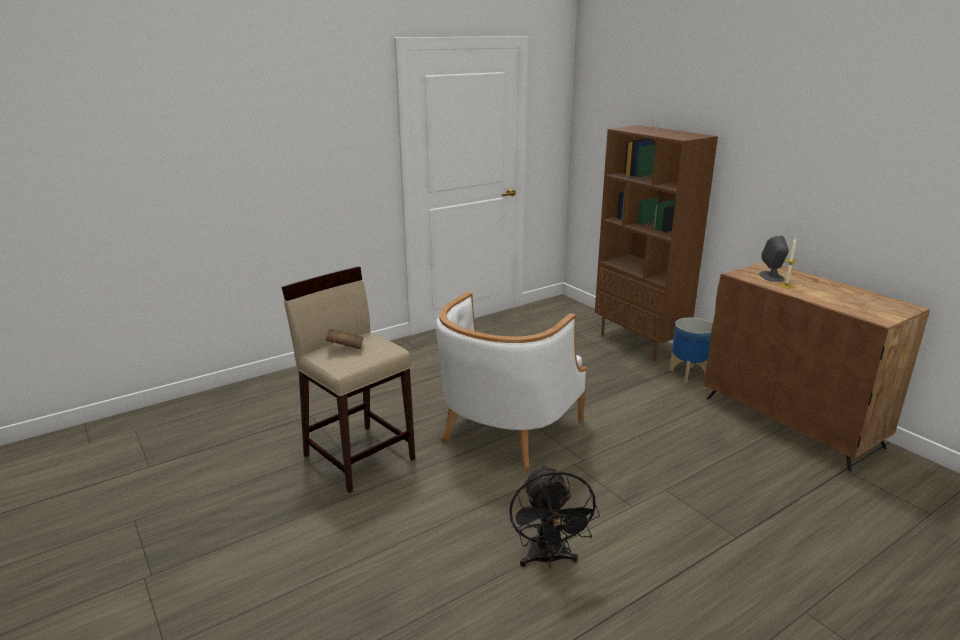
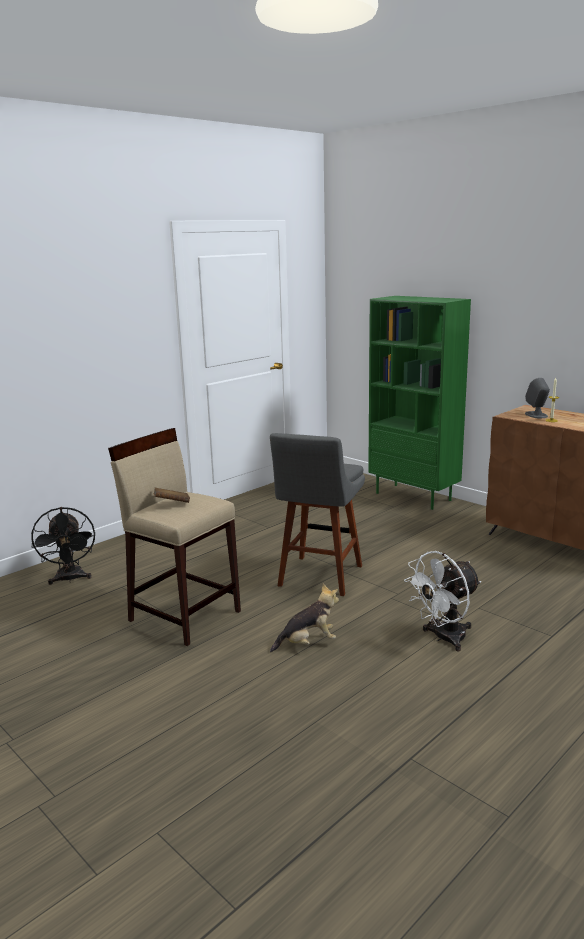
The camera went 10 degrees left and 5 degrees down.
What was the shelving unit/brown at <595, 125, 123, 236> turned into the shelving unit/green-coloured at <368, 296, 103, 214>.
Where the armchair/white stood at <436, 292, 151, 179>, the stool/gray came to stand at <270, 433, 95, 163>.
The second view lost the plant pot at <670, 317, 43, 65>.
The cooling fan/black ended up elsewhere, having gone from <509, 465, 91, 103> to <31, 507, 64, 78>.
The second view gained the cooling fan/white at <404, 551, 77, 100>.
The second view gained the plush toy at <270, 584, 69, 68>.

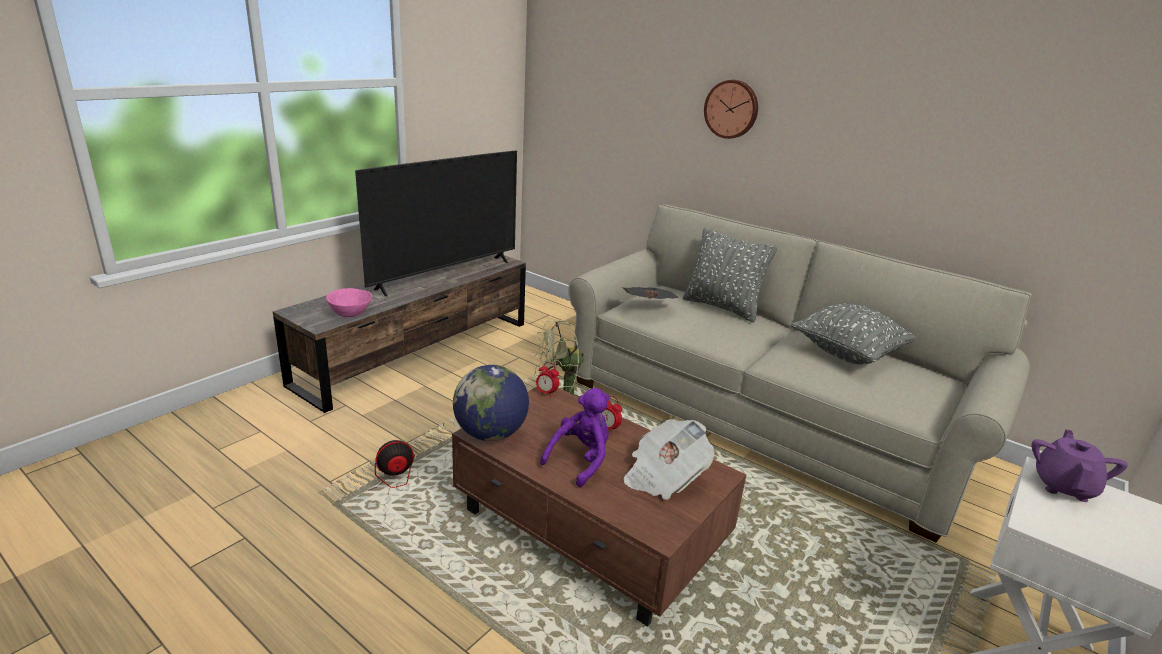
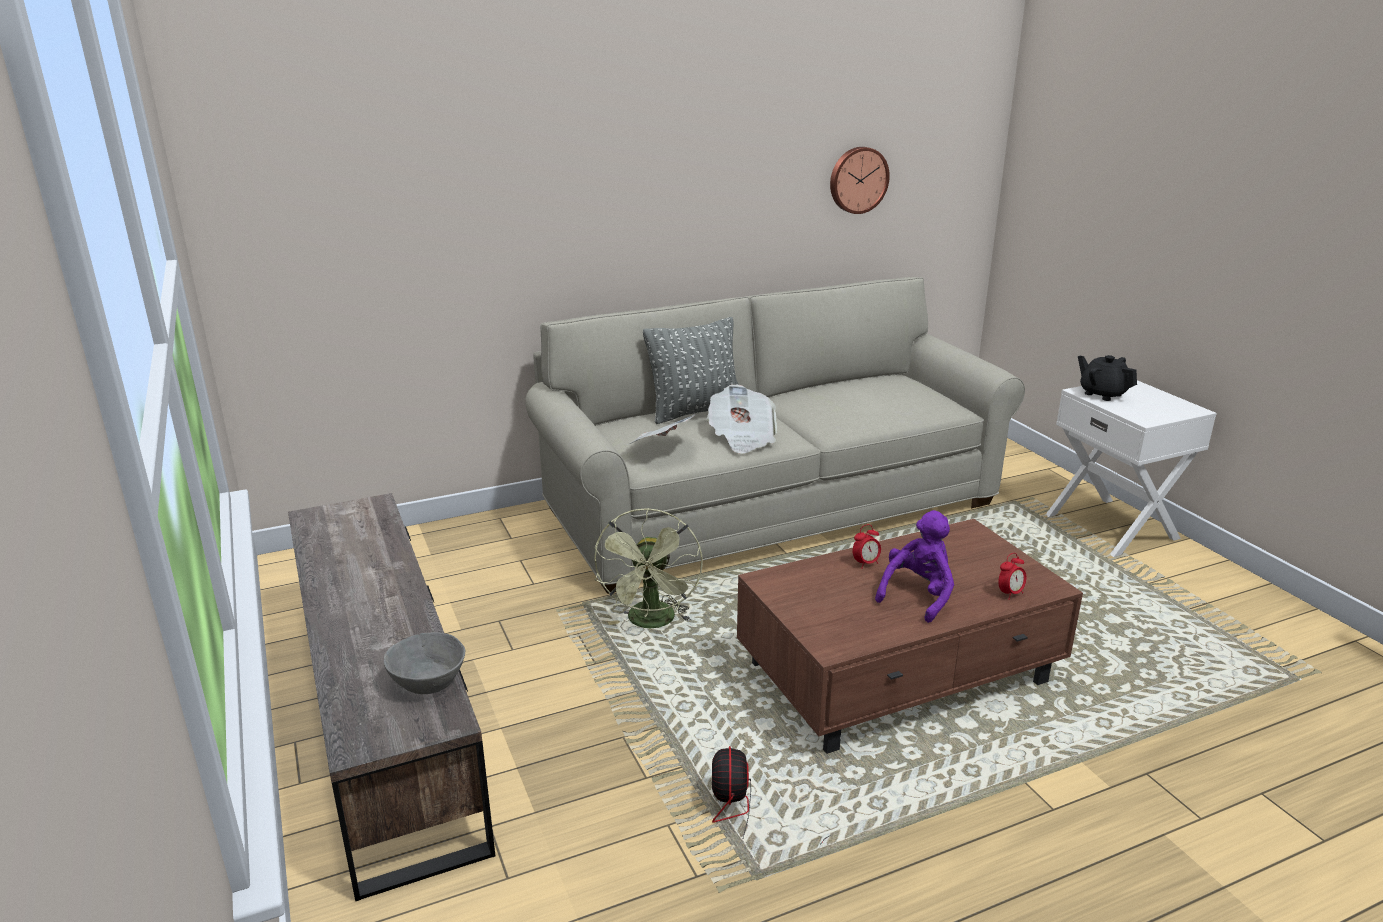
The camera went 60 degrees left and 0 degrees up.
The hanging clock ended up elsewhere, having gone from <704, 80, 54, 59> to <830, 147, 60, 67>.
The second view lost the TV at <355, 150, 162, 146>.
What was the deep dish/pink-coloured at <326, 288, 46, 29> turned into the deep dish/gray at <384, 632, 81, 62>.
The second view lost the throw pillow/gray at <791, 303, 125, 61>.
The bedside clock ended up elsewhere, having gone from <536, 362, 23, 36> to <998, 553, 28, 47>.
The second view lost the desk globe at <453, 365, 76, 76>.
The plush toy/purple at <540, 388, 70, 99> ended up facing another way, 60 degrees clockwise from before.
The newspaper ended up elsewhere, having gone from <623, 419, 91, 81> to <707, 385, 70, 69>.
What was the pot for tea/purple at <1031, 429, 97, 73> turned into the pot for tea/black at <1078, 355, 59, 46>.

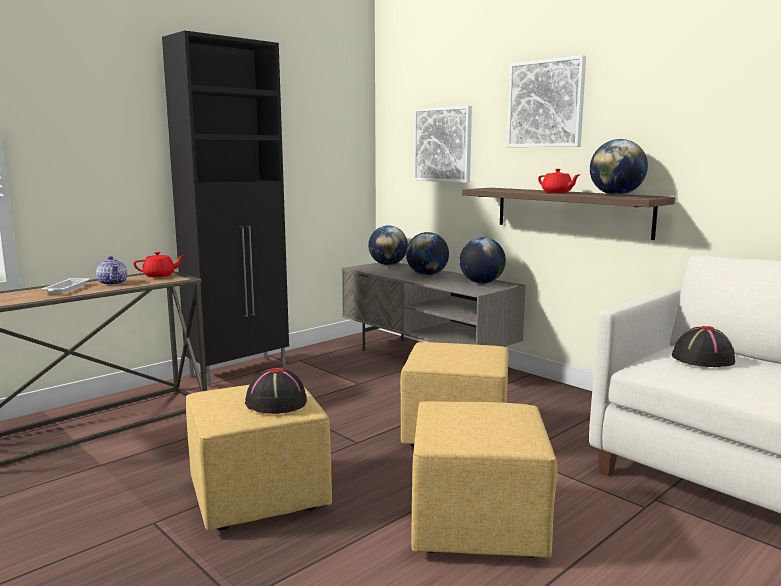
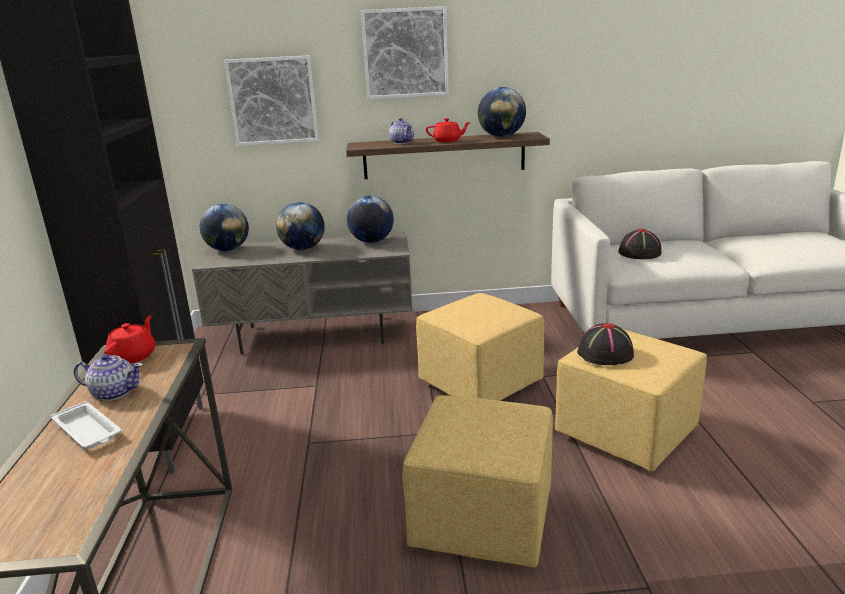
The camera went 50 degrees left and 10 degrees up.
The wearable hat/black ended up elsewhere, having gone from <245, 368, 62, 46> to <577, 323, 57, 42>.
The second view gained the pot for tea at <389, 118, 25, 26>.

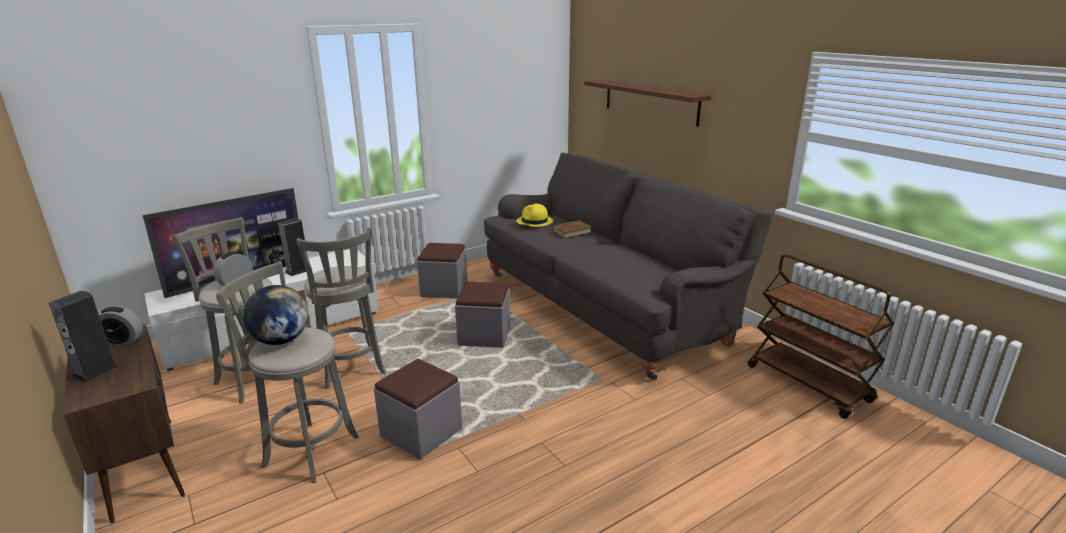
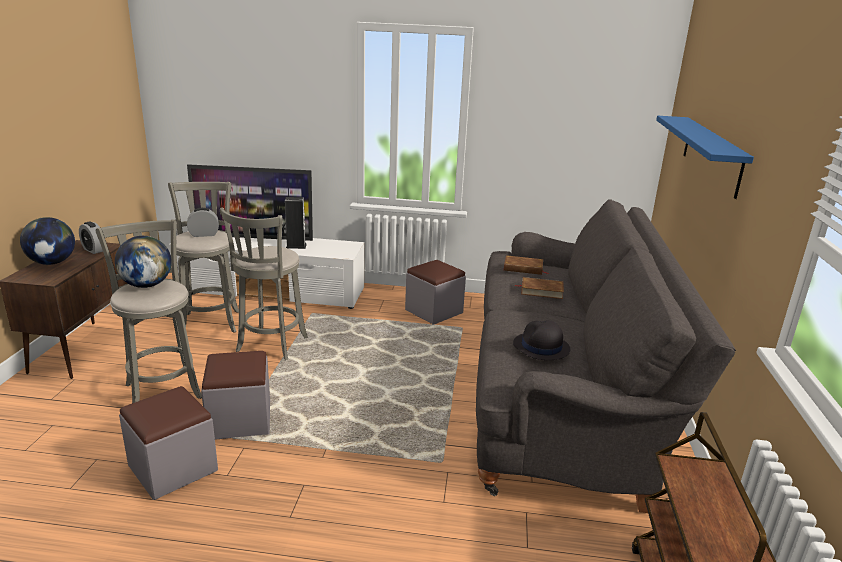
The camera went 40 degrees right and 0 degrees up.
What was the wall shelf/brown at <584, 80, 127, 46> turned into the wall shelf/blue-coloured at <656, 116, 98, 83>.
Where the wearable hat/yellowish stood at <517, 203, 36, 24>, the bound book/brown came to stand at <504, 255, 45, 20>.
The ottoman/gray ended up elsewhere, having gone from <455, 282, 55, 66> to <119, 386, 99, 114>.
Where the speaker stood at <49, 290, 69, 93>, the desk globe came to stand at <20, 217, 55, 48>.
The second view gained the wearable hat/black at <513, 320, 57, 40>.

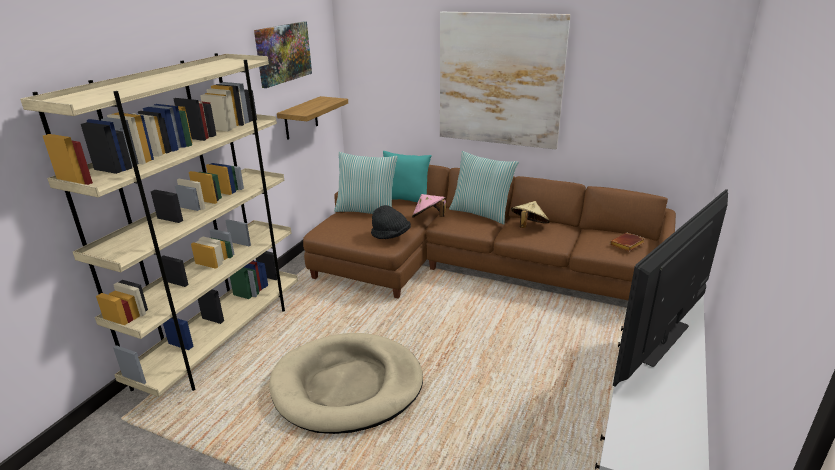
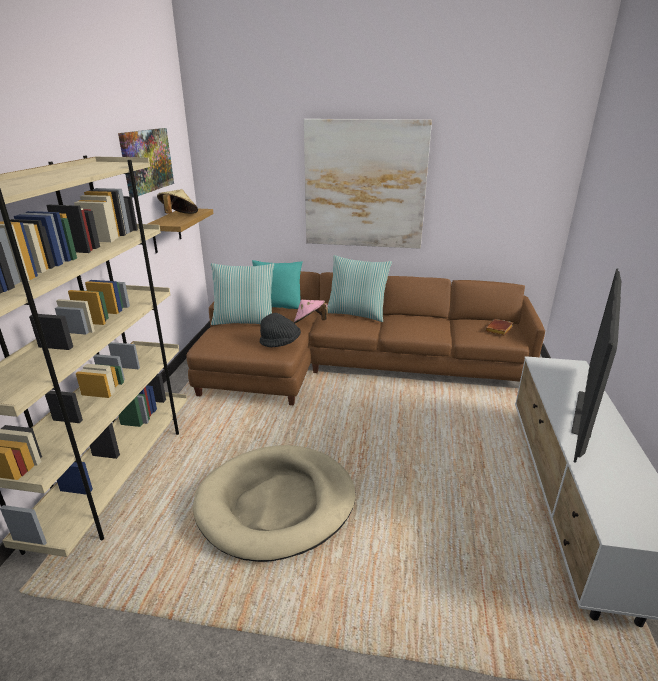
The camera went 15 degrees left and 0 degrees up.
The wearable hat/beige ended up elsewhere, having gone from <511, 201, 39, 27> to <157, 189, 41, 25>.

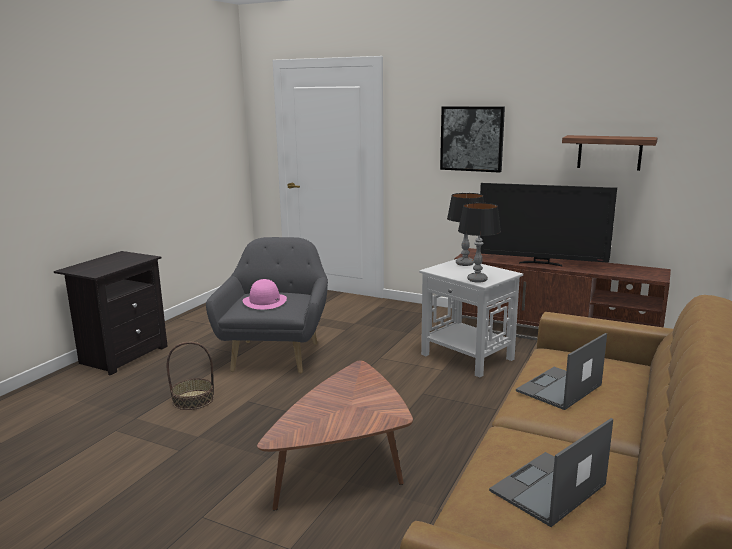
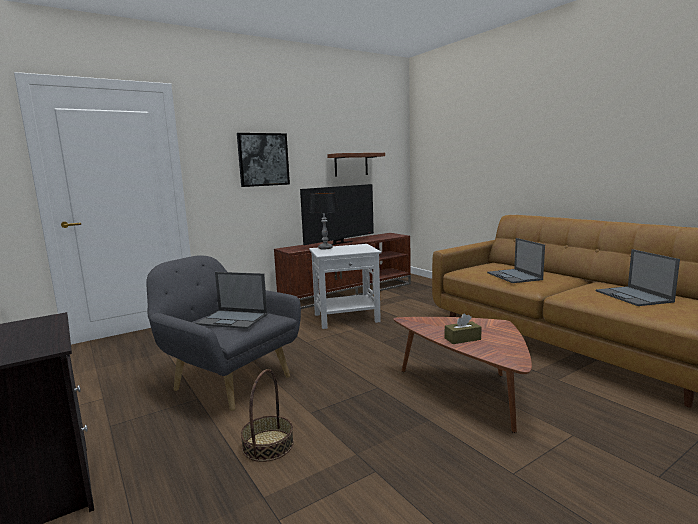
The camera went 60 degrees left and 5 degrees down.
The second view lost the table lamp at <458, 203, 43, 80>.
Where the wearable hat/pink-coloured stood at <243, 279, 44, 31>, the notebook computer came to stand at <196, 272, 72, 57>.
The second view gained the tissue box/brown at <445, 314, 37, 30>.

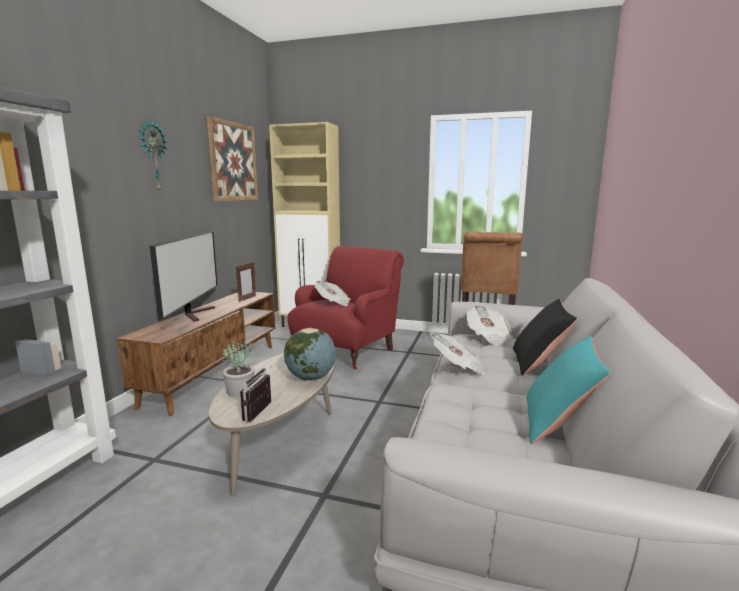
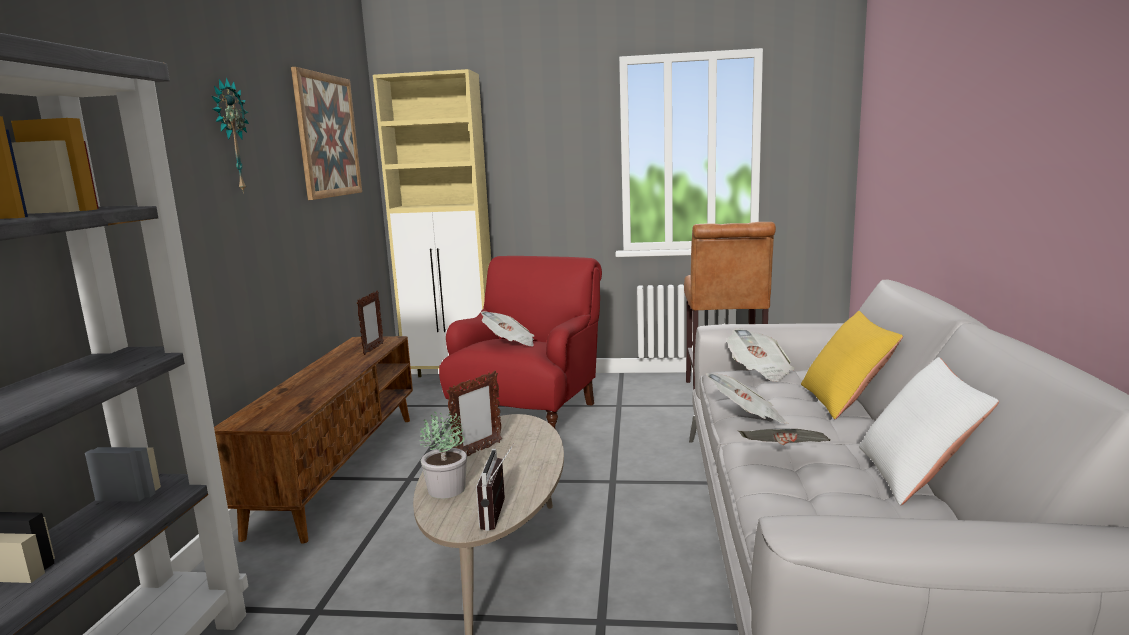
The camera went 10 degrees left and 0 degrees up.
The second view lost the TV at <150, 231, 67, 90>.
What was the throw pillow/black at <513, 299, 64, 77> turned into the throw pillow/yellowish at <801, 311, 102, 108>.
The second view lost the desk globe at <284, 328, 52, 53>.
What was the throw pillow/turquoise-coloured at <526, 336, 85, 108> turned into the throw pillow/white at <859, 357, 140, 149>.
The second view gained the picture frame at <447, 371, 55, 85>.
The second view gained the newspaper at <739, 428, 91, 17>.

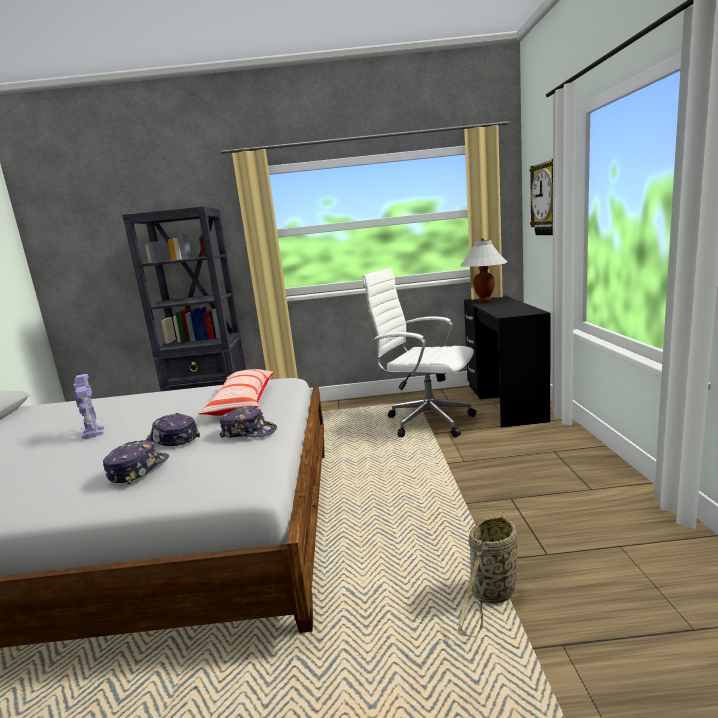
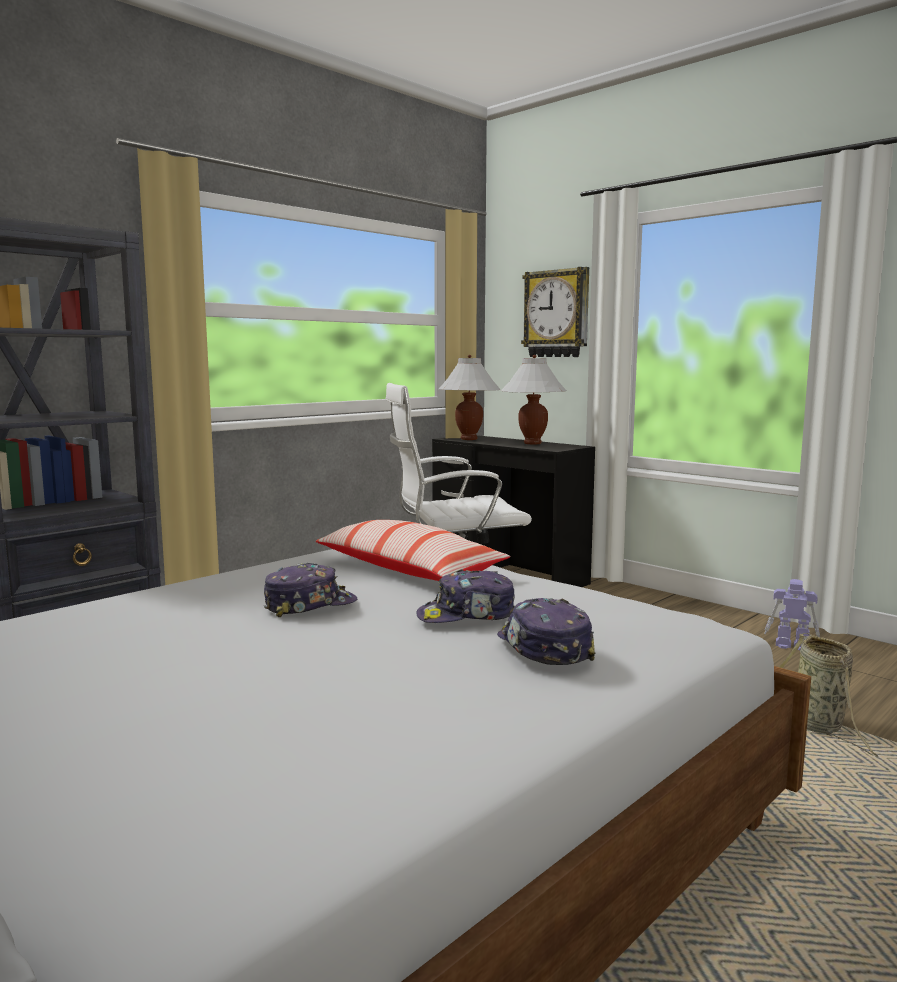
The camera went 45 degrees left and 5 degrees down.
The robot figure ended up elsewhere, having gone from <74, 374, 30, 65> to <764, 579, 56, 72>.
The cap ended up elsewhere, having gone from <220, 407, 57, 31> to <264, 563, 93, 54>.
The second view gained the table lamp/white at <501, 355, 66, 89>.

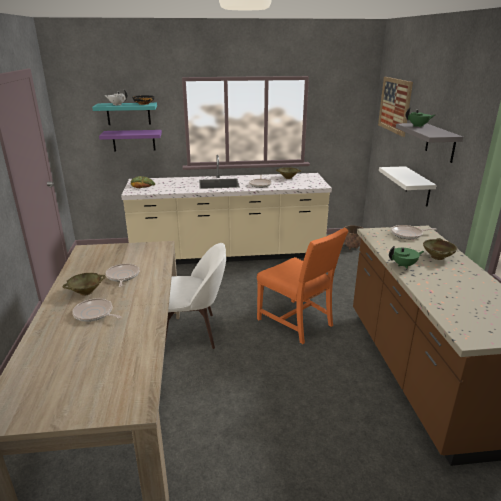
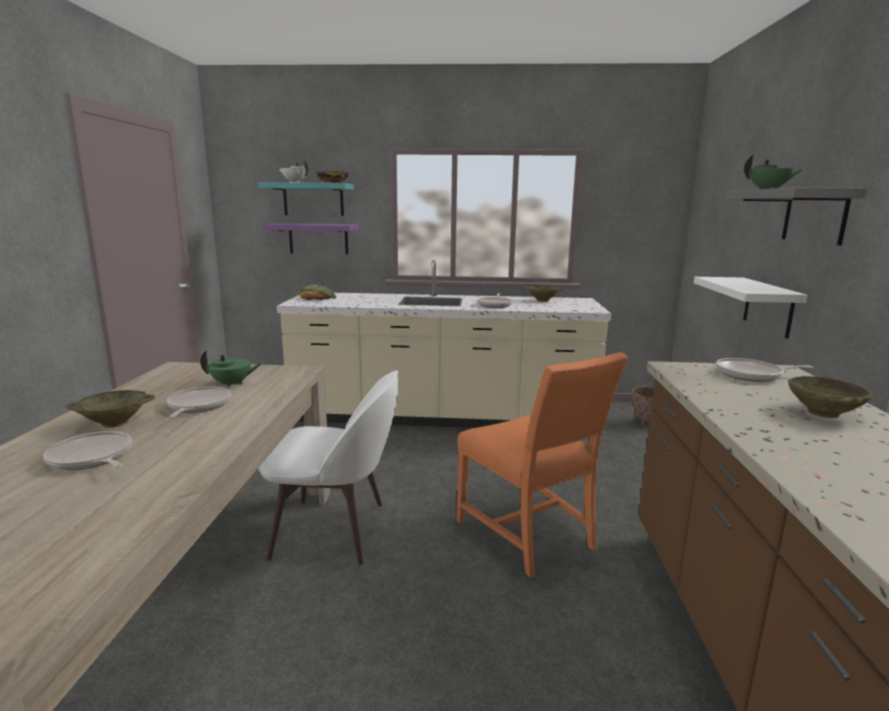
The camera went 10 degrees right and 10 degrees down.
The second view lost the wall art at <378, 77, 35, 60>.
The pot for tea/green-coloured ended up elsewhere, having gone from <389, 246, 35, 23> to <200, 350, 61, 38>.

